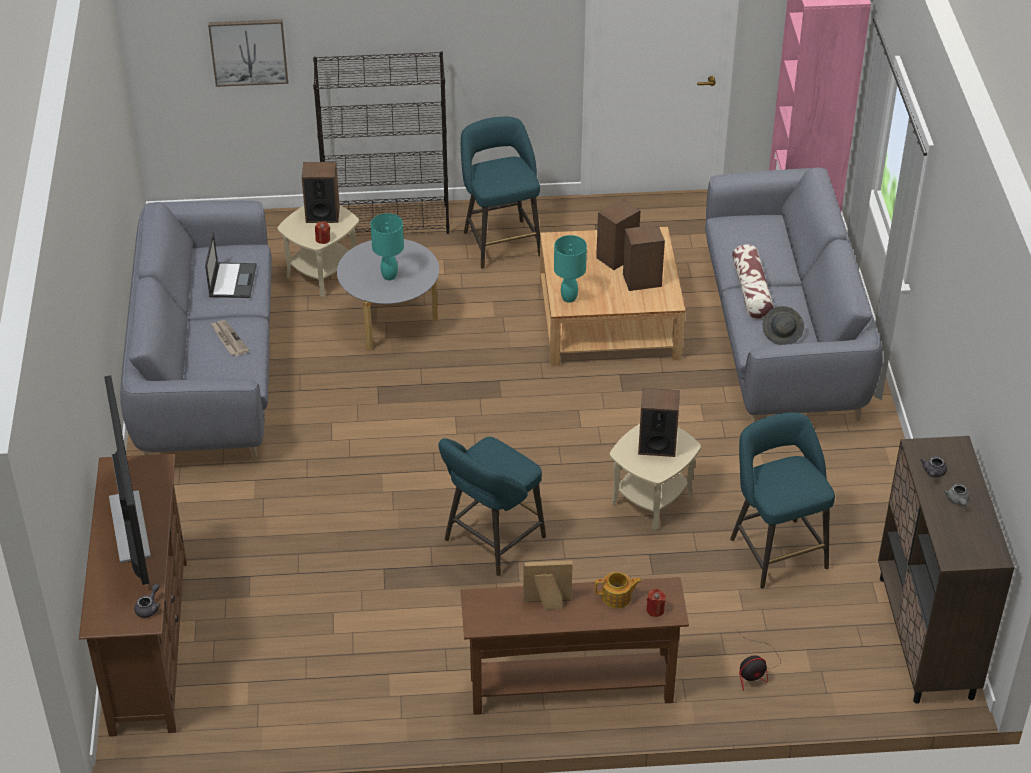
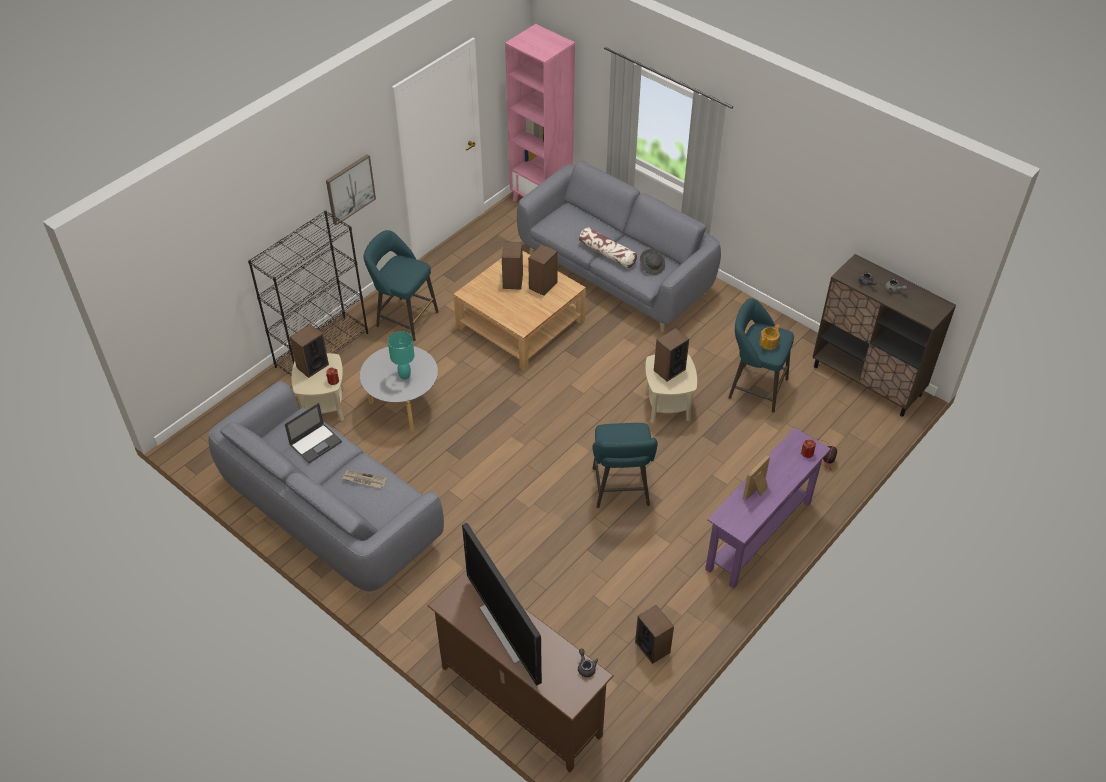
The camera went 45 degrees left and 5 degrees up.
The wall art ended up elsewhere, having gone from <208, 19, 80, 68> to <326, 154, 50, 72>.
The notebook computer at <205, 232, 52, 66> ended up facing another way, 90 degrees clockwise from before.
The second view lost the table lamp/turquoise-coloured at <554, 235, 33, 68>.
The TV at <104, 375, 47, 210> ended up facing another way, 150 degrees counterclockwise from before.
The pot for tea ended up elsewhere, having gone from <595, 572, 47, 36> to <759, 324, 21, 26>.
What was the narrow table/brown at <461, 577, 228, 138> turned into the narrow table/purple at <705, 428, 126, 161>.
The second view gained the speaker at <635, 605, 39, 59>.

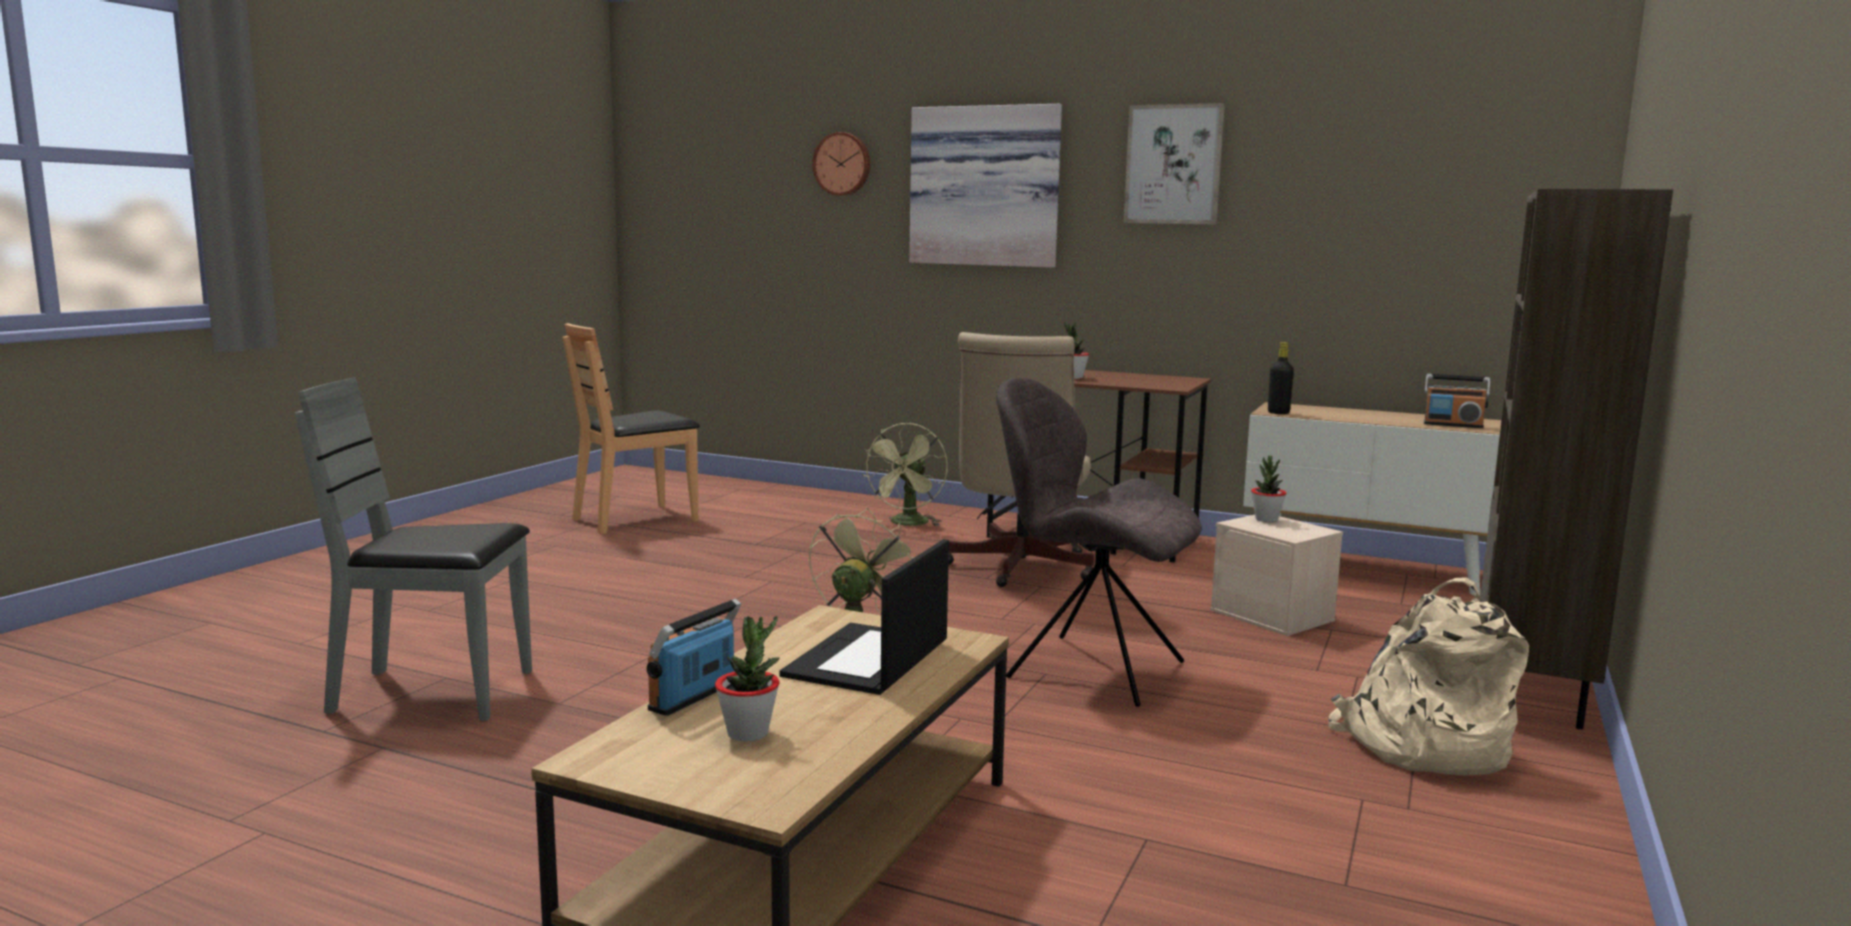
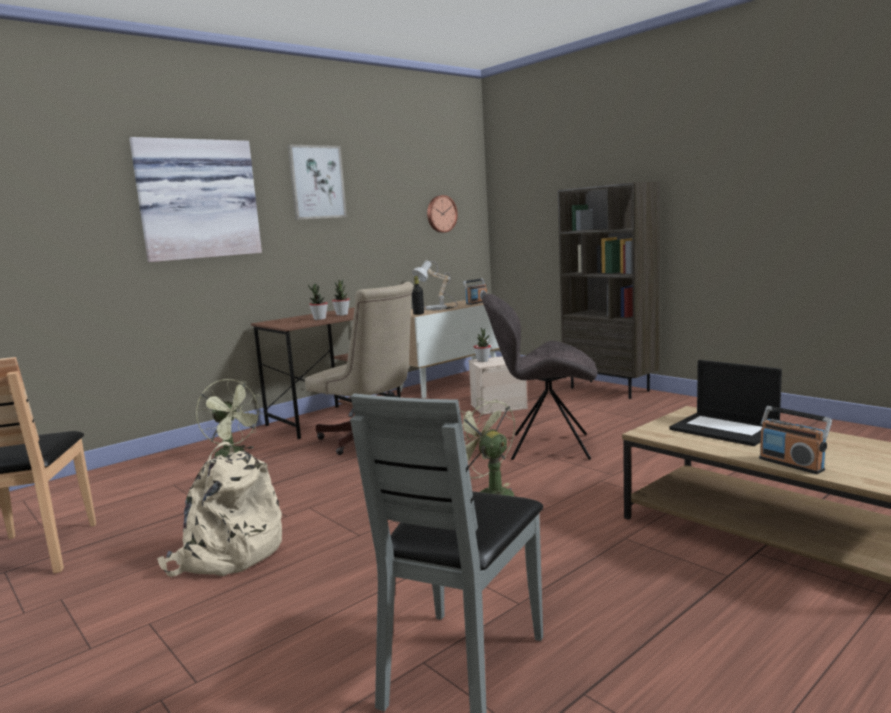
The camera went 65 degrees left and 0 degrees up.
The hanging clock ended up elsewhere, having gone from <812, 132, 58, 64> to <427, 195, 31, 38>.
The plain chair/gray at <996, 378, 206, 329> ended up facing another way, 45 degrees clockwise from before.
The knapsack/beige ended up elsewhere, having gone from <1328, 577, 201, 198> to <157, 441, 125, 136>.
The houseplant ended up elsewhere, having gone from <715, 616, 65, 126> to <332, 279, 18, 37>.
The second view gained the table lamp at <412, 260, 45, 50>.

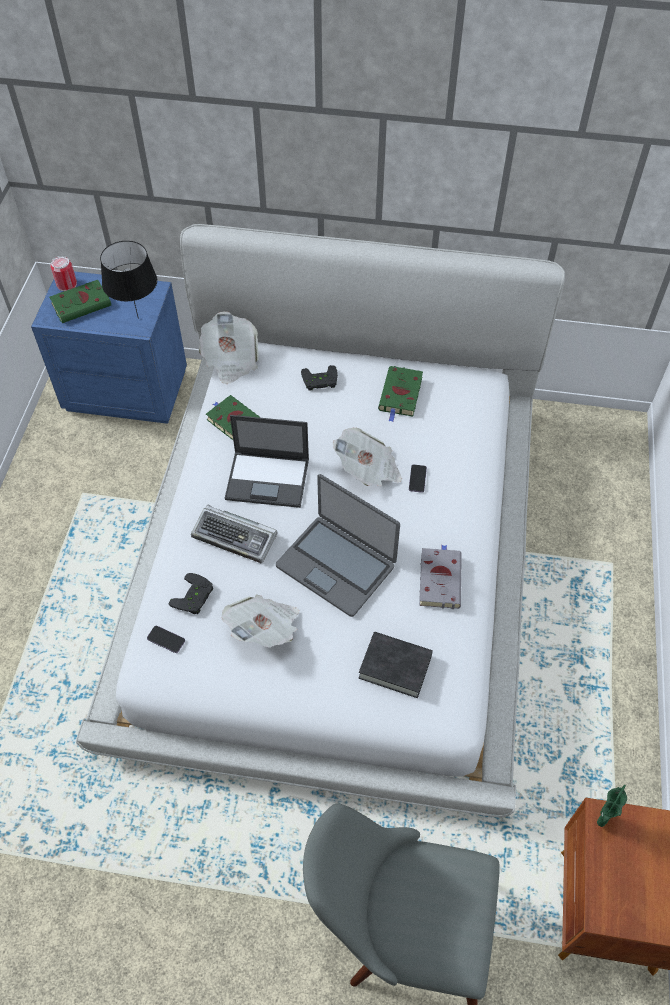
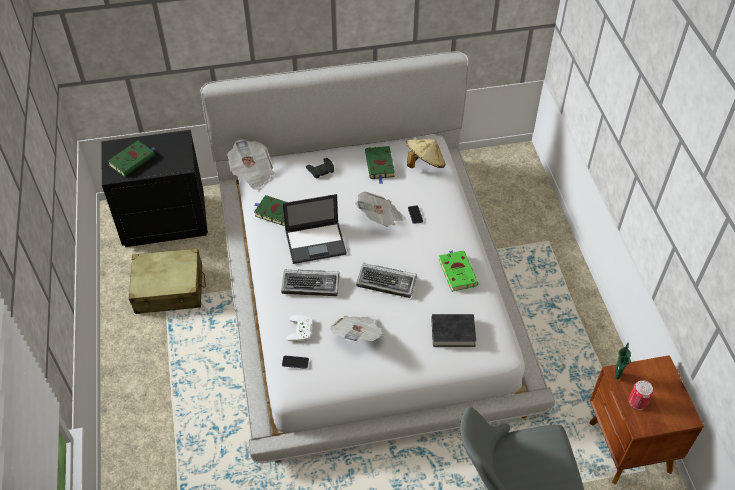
The camera went 20 degrees left and 5 degrees down.
The second view lost the table lamp/black at <100, 241, 57, 78>.
The sealed can ended up elsewhere, having gone from <50, 256, 27, 35> to <629, 380, 25, 30>.
What was the bedside table/blue-coloured at <31, 272, 156, 152> turned into the bedside table/black at <101, 130, 107, 117>.
Where the notebook computer stood at <276, 474, 124, 143>, the computer keyboard came to stand at <356, 263, 61, 35>.
What was the bound book/gray at <419, 545, 43, 64> turned into the bound book/green-coloured at <439, 250, 39, 42>.
What was the gamepad/black at <168, 573, 45, 41> turned into the gamepad/white at <287, 315, 25, 26>.
The second view gained the wearable hat/beige at <406, 139, 39, 29>.
The second view gained the suitcase/beige at <129, 248, 77, 66>.

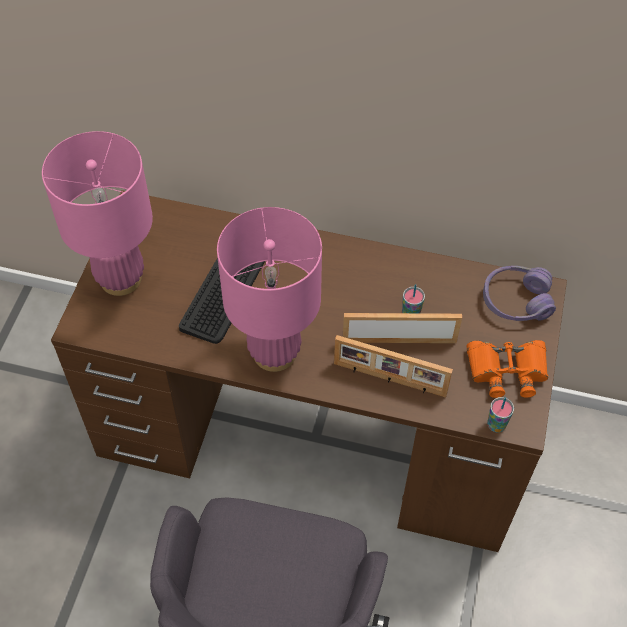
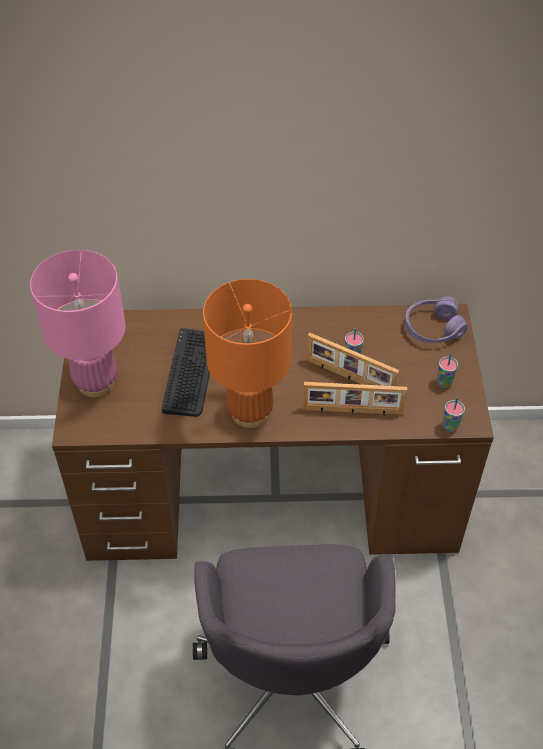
The camera went 15 degrees left and 5 degrees down.
What was the table lamp/pink-coloured at <217, 207, 105, 165> turned into the table lamp/orangey at <203, 279, 89, 149>.
The picture frame at <343, 313, 119, 30> ended up facing another way, 135 degrees counterclockwise from before.
Where the pair of binoculars/orangey stood at <466, 340, 82, 58>, the drinking cup came to stand at <437, 353, 21, 35>.

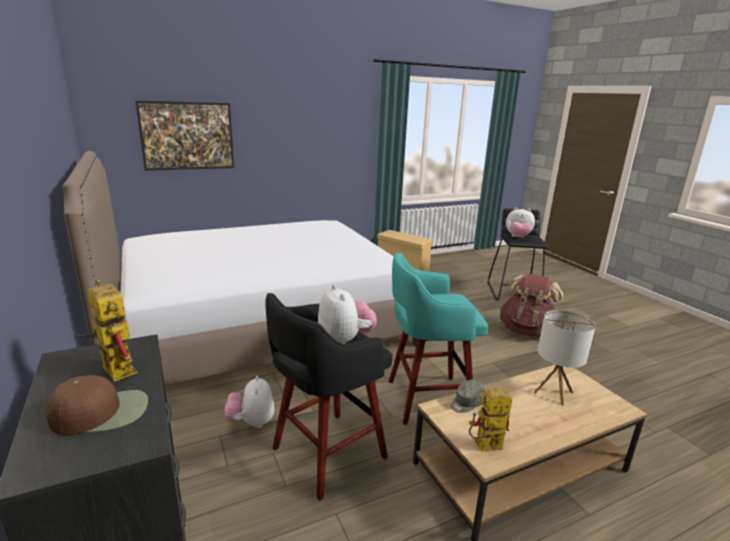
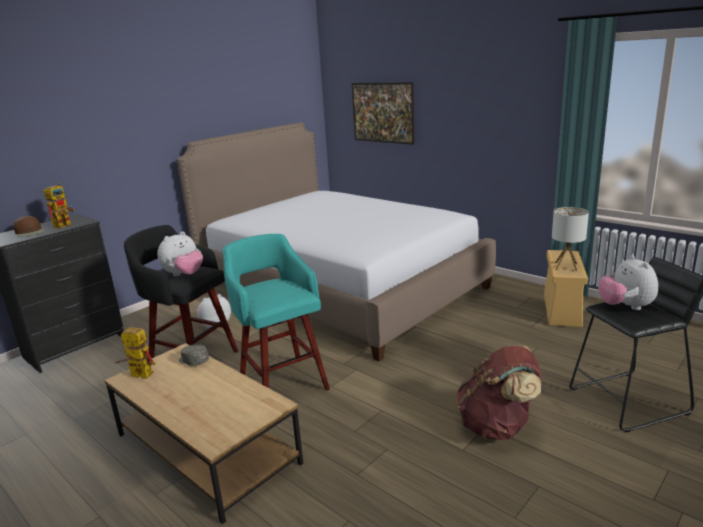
The camera went 70 degrees right and 0 degrees up.
The table lamp ended up elsewhere, having gone from <533, 310, 63, 96> to <552, 207, 37, 64>.
The robot figure at <469, 388, 43, 63> ended up facing another way, 45 degrees counterclockwise from before.

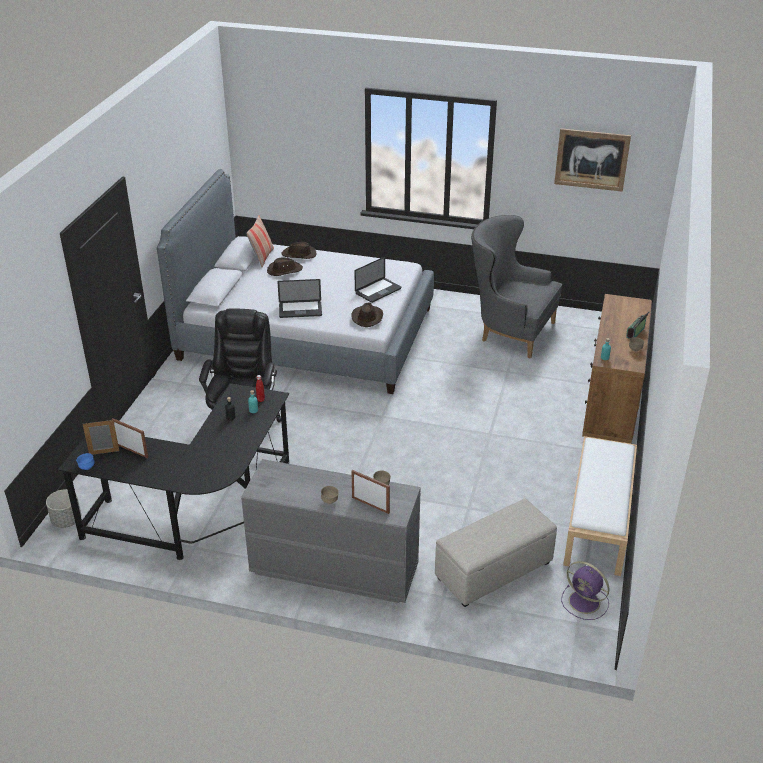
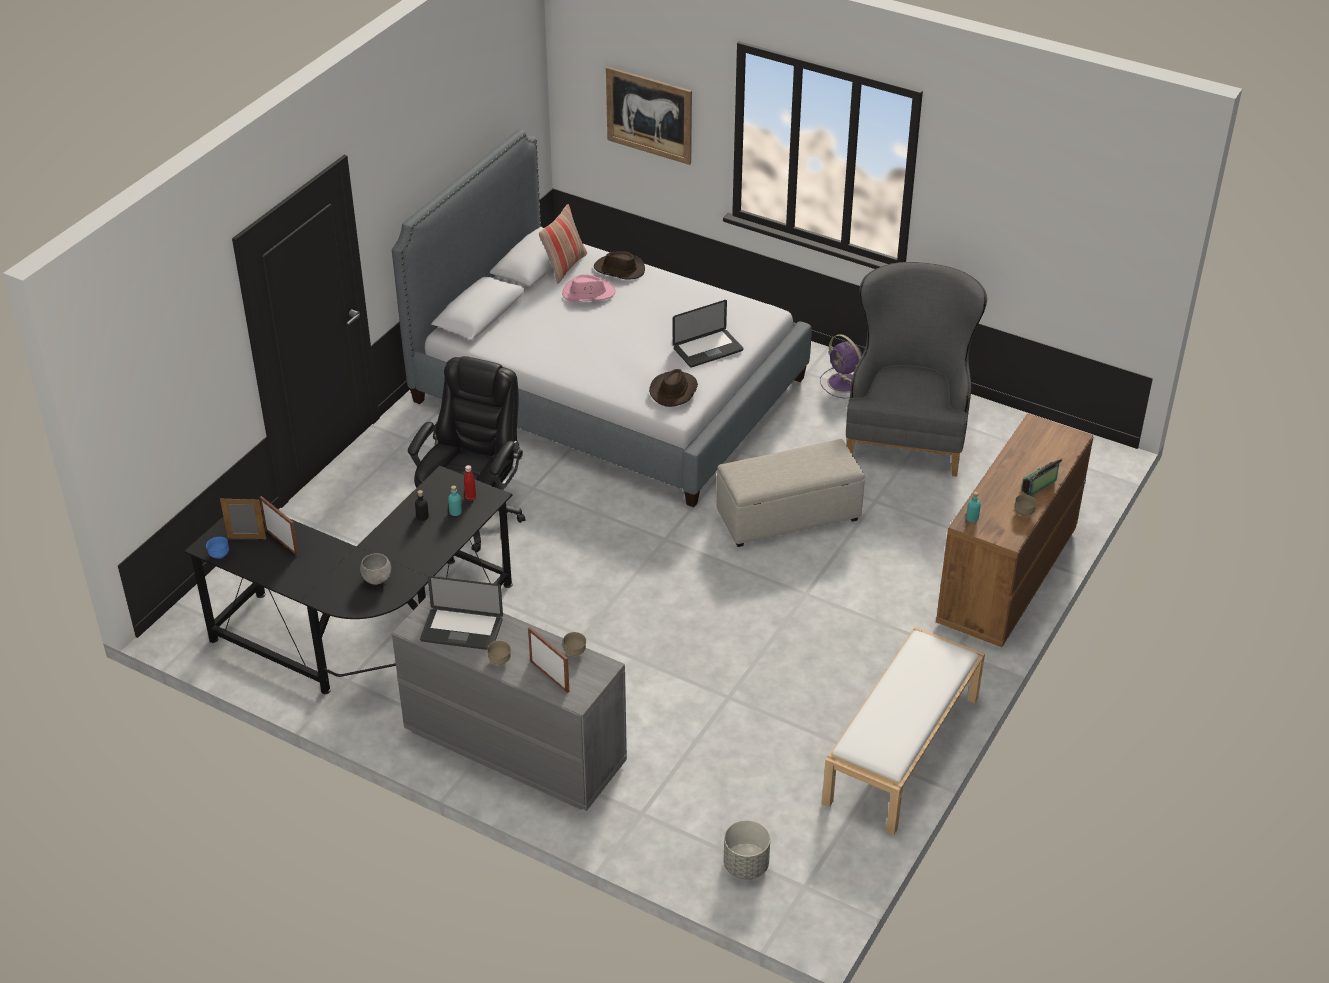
The camera went 15 degrees right and 5 degrees up.
The wall art ended up elsewhere, having gone from <554, 128, 77, 64> to <606, 67, 86, 98>.
The armchair/gray at <471, 215, 91, 144> ended up facing another way, 60 degrees clockwise from before.
What was the wearable hat/brown at <267, 258, 36, 18> turned into the wearable hat/pink-coloured at <562, 274, 54, 28>.
The notebook computer ended up elsewhere, having gone from <277, 279, 45, 39> to <420, 576, 83, 74>.
The plant pot/gray ended up elsewhere, having gone from <46, 489, 35, 39> to <724, 820, 46, 59>.
The ottoman/beige ended up elsewhere, having gone from <435, 498, 122, 109> to <717, 439, 148, 108>.
The cooling fan/purple ended up elsewhere, having gone from <561, 561, 49, 59> to <820, 334, 42, 64>.
The second view gained the deep dish/gray at <360, 553, 31, 32>.

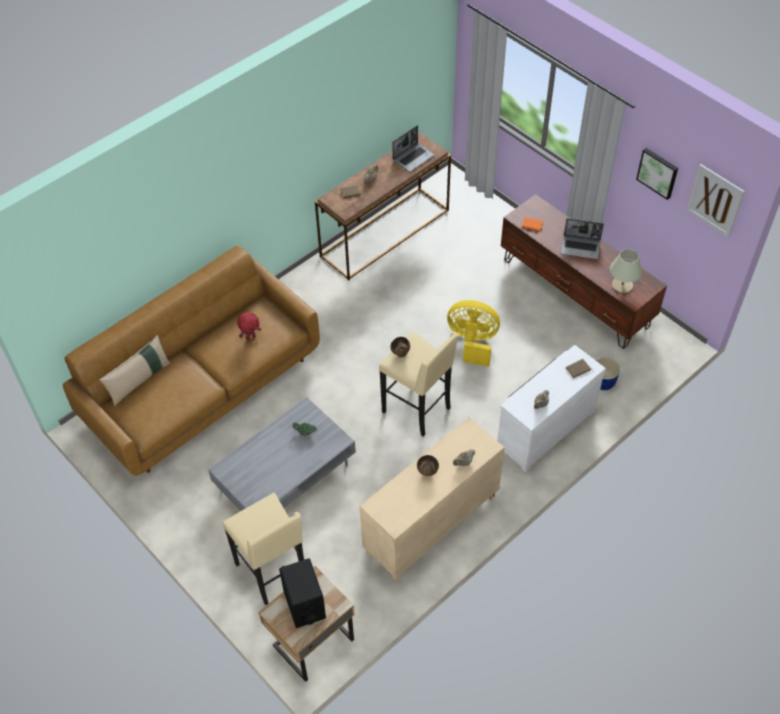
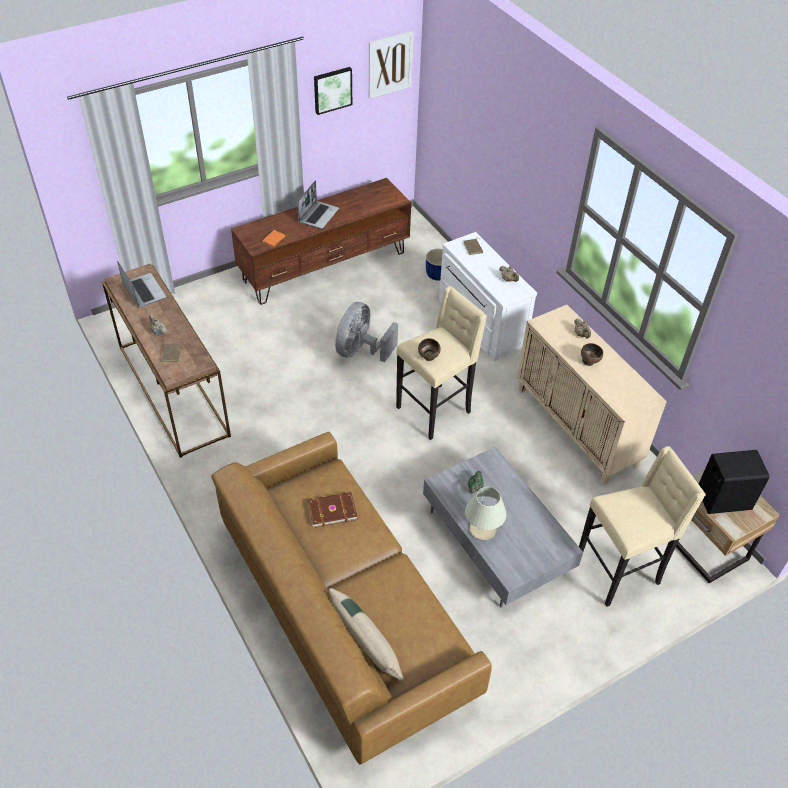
The camera went 80 degrees left and 5 degrees down.
The table lamp/beige ended up elsewhere, having gone from <610, 249, 32, 44> to <465, 487, 41, 53>.
What was the cooling fan/yellowish at <447, 300, 53, 67> turned into the cooling fan/gray at <335, 302, 63, 60>.
Where the plush toy/red stood at <237, 312, 24, 28>, the bound book/brown came to stand at <307, 492, 51, 36>.

